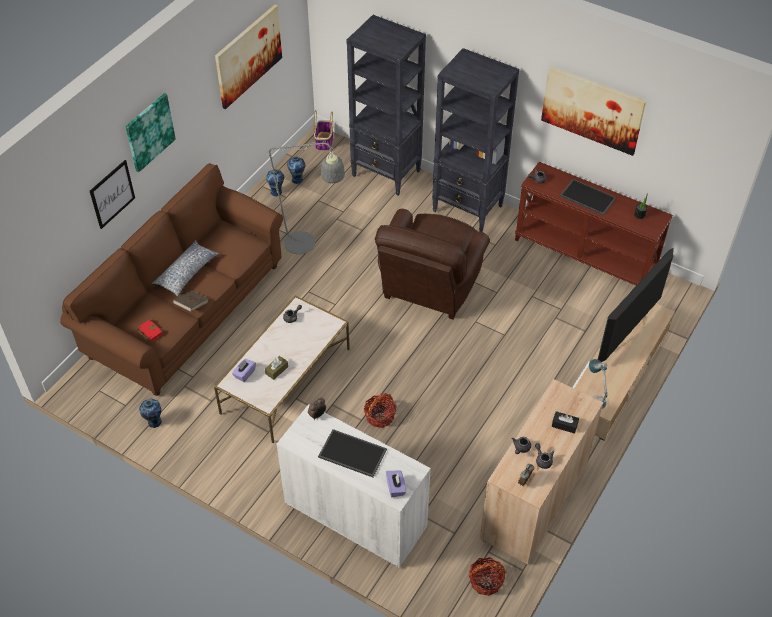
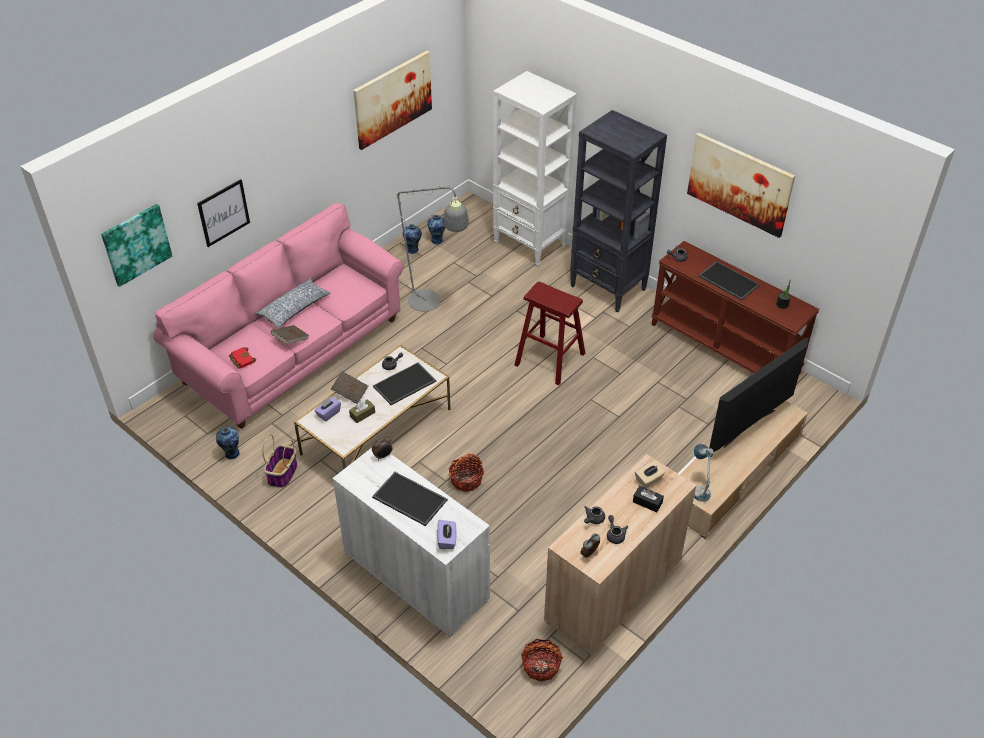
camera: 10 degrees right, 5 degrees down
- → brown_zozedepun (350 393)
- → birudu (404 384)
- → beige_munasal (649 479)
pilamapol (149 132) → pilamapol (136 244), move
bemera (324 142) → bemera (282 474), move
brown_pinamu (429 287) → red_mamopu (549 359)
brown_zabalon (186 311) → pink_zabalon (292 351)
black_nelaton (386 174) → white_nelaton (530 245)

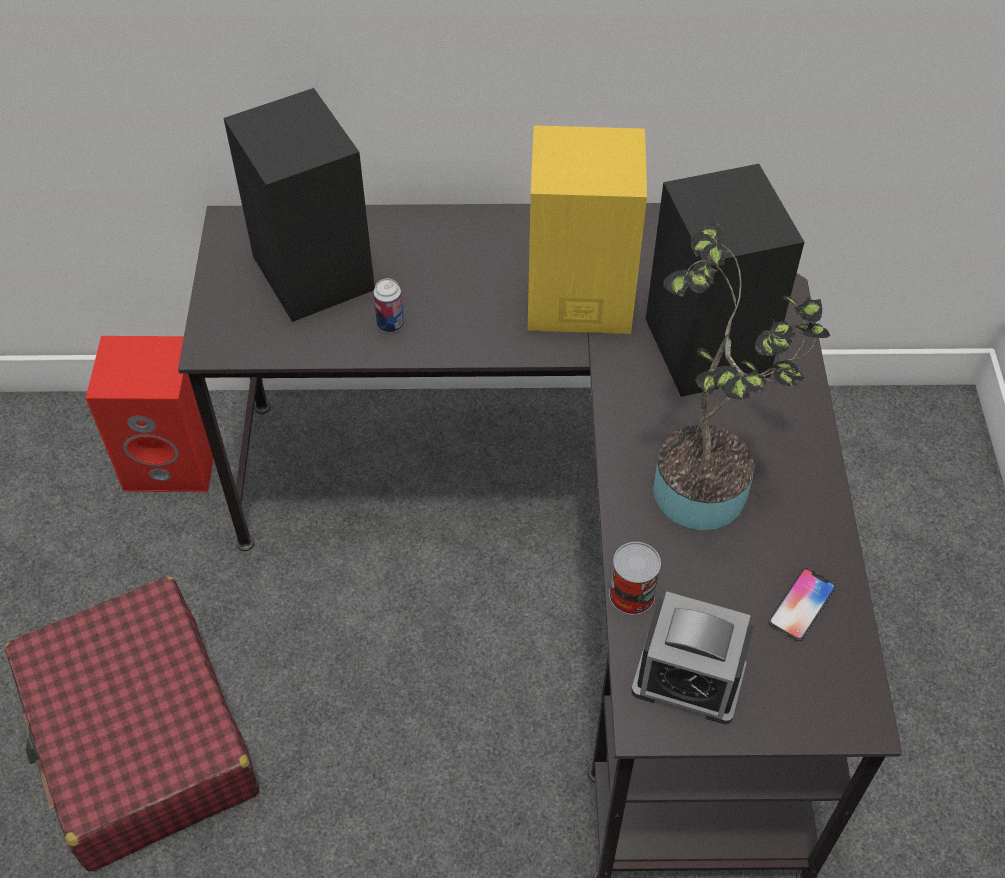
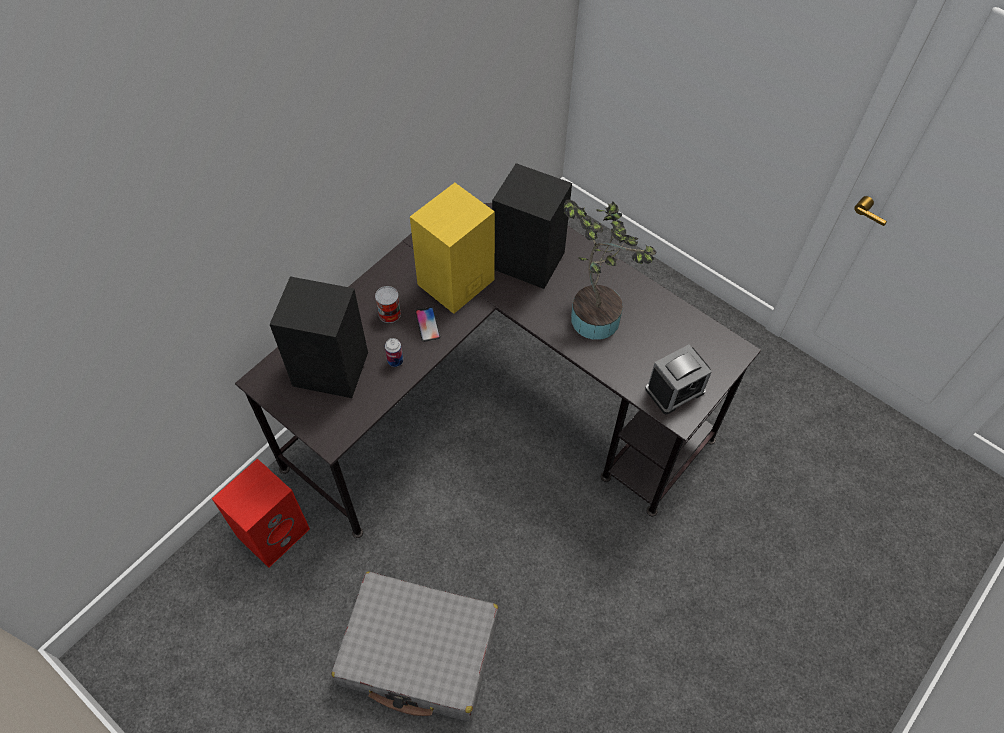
camera: 50 degrees left, 5 degrees up
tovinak (631 595) → tovinak (389 313), move
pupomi (801 605) → pupomi (427 325), move
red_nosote (140 737) → grey_nosote (420 652)

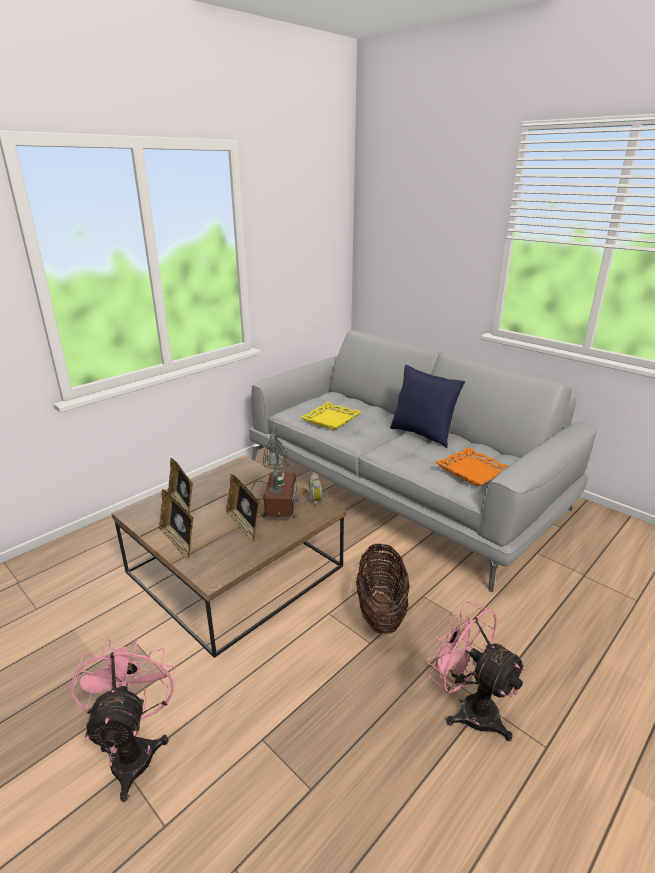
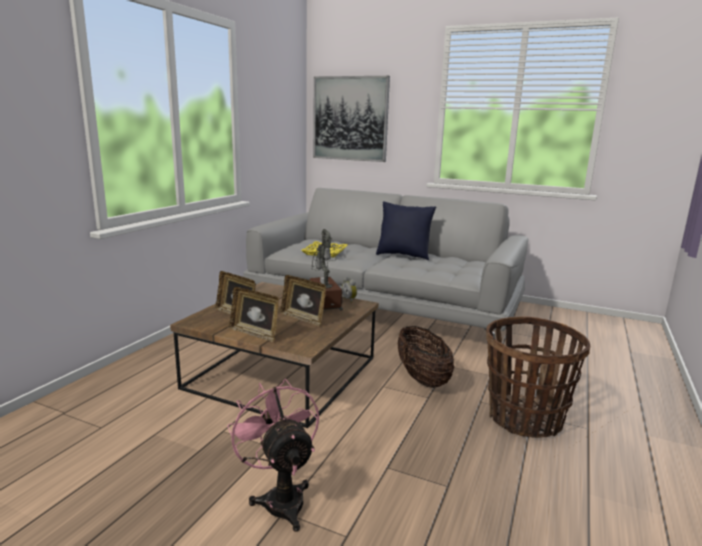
camera: 20 degrees left, 10 degrees down
orange_birudu (472 471) → -
- → pilamapol (350 119)
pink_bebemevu (469 708) → bemera (524 419)

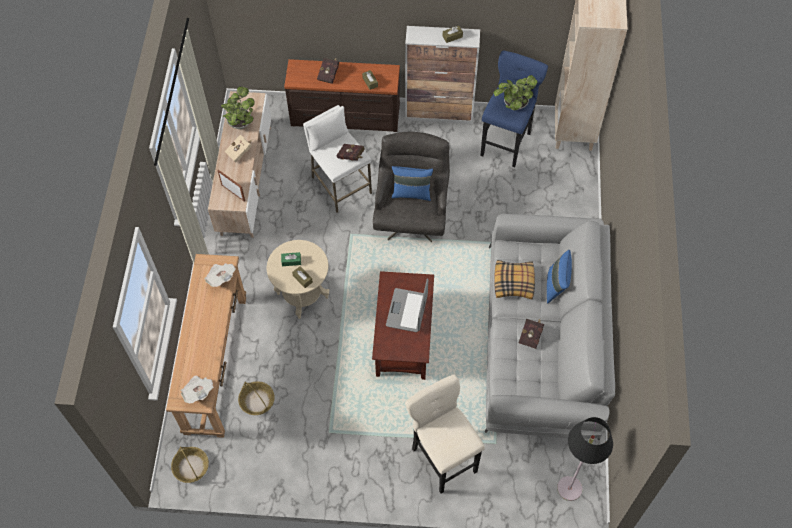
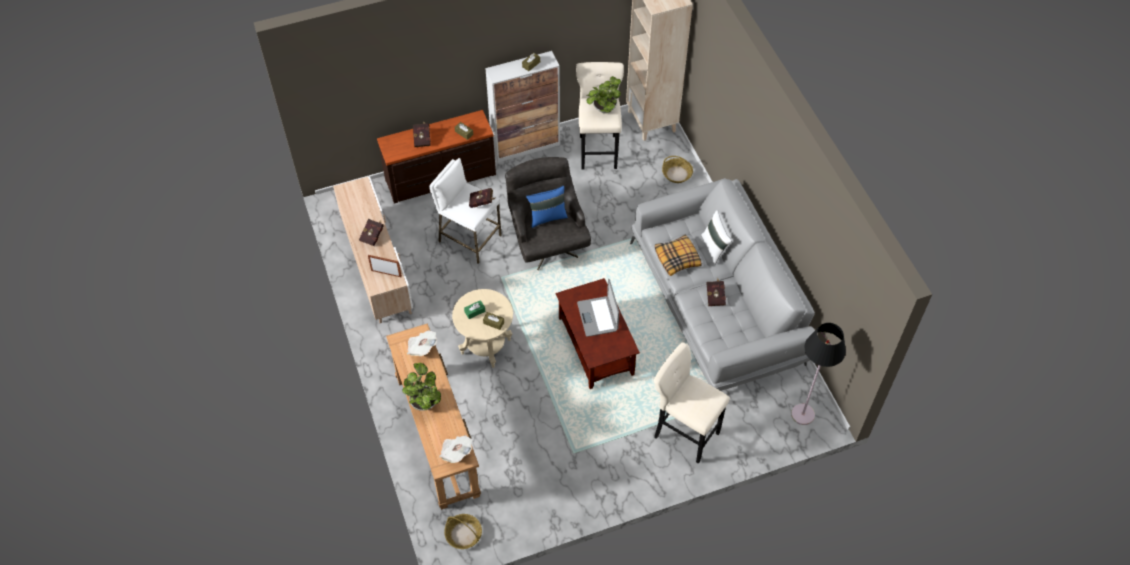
camera: 25 degrees left, 5 degrees down
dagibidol (240 122) → dagibidol (424 401), move
bemera (257 401) → bemera (677 174), move
beige_zozedepun (240 152) → red_zozedepun (373 235)
blue_mamopu (506 142) → beige_mamopu (598 150)
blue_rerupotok (556 286) → white_rerupotok (714 248)

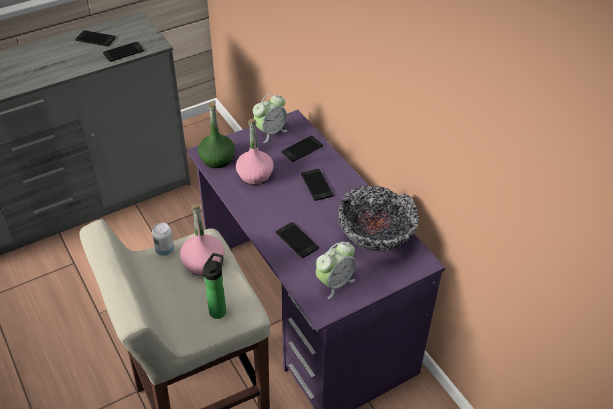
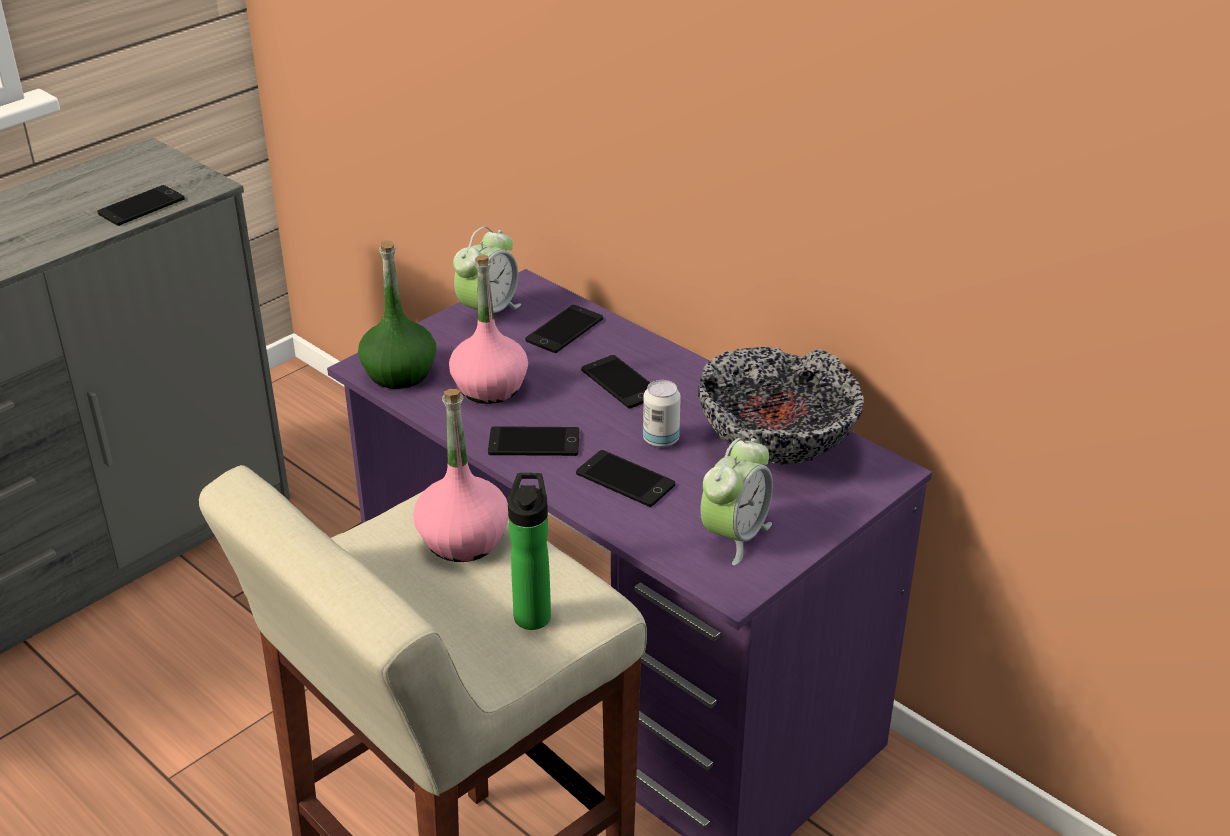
camera: 15 degrees left, 10 degrees down
pupomi (95 39) → pupomi (534 443), move
tovinak (165 250) → tovinak (661 440), move

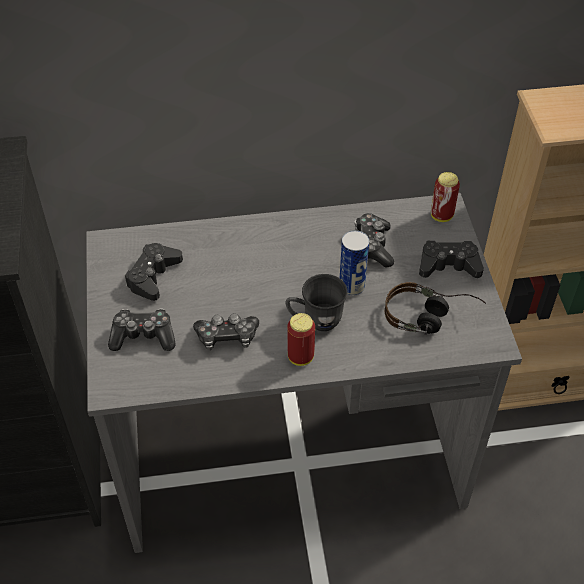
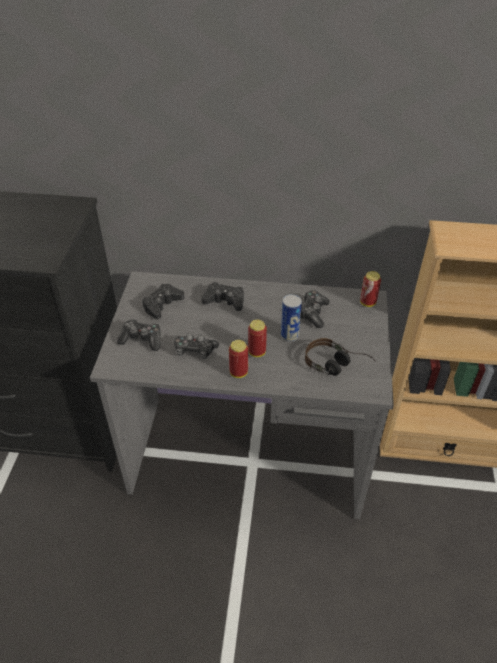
camera: 15 degrees right, 5 degrees down
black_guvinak (448 265) → black_guvinak (224 301), move
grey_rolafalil (315 321) → tovinak (257 352)

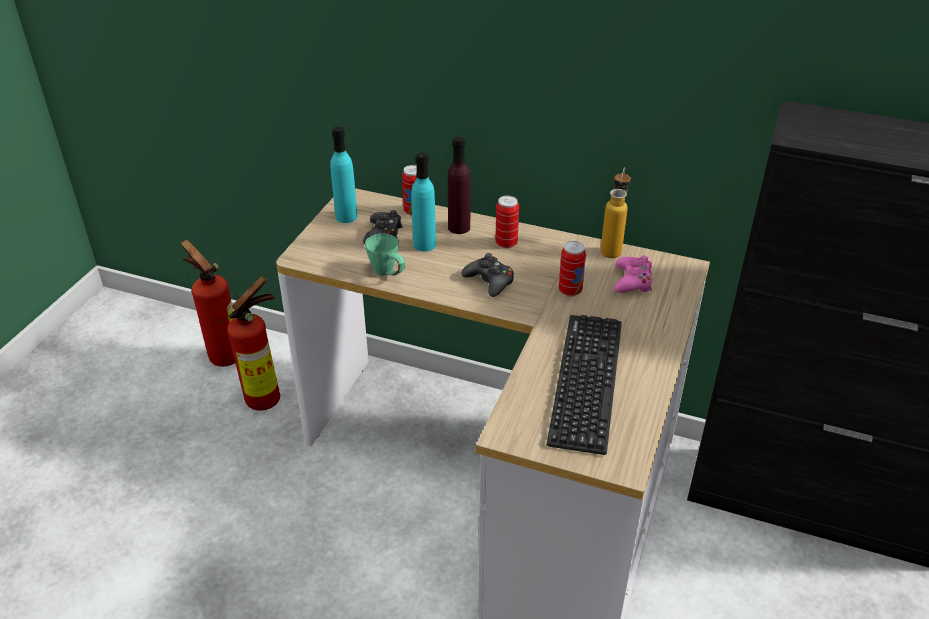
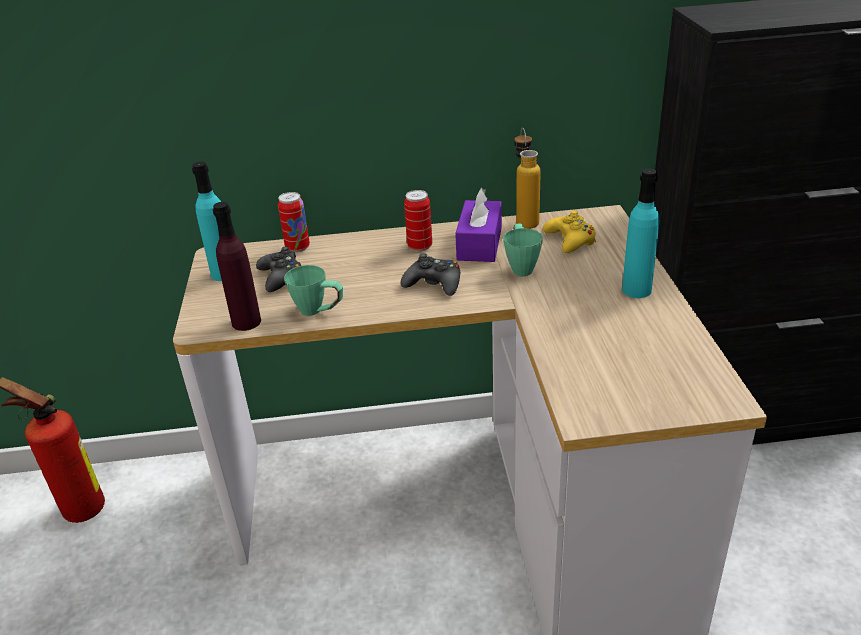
camera: 25 degrees left, 5 degrees down
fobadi (268 398) → -
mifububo (586 381) → -
- → purple_munasal (479 243)
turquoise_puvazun (424 244) → turquoise_puvazun (636 290), move
purple_puvazun (459 227) → purple_puvazun (246 322), move
tovinak (570 291) → green_rolafalil (521 266)
pink_guvinak (632 281) → yellow_guvinak (570 240)

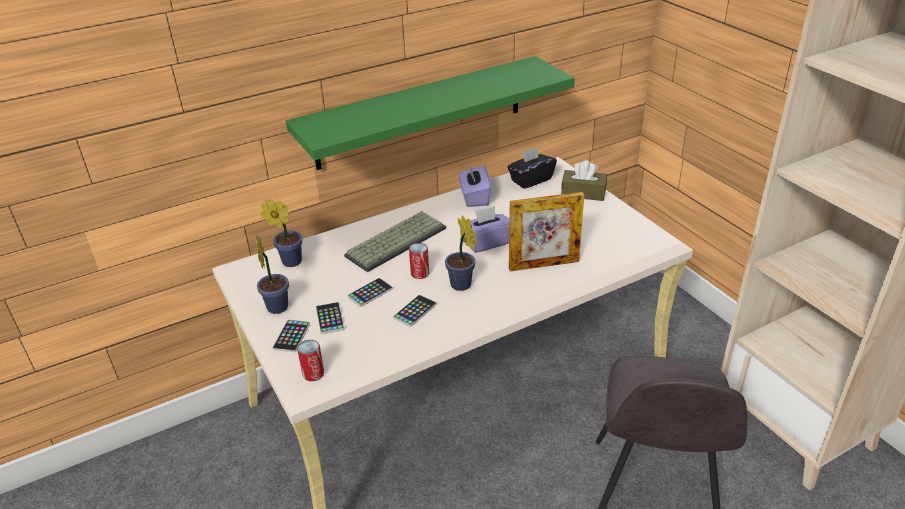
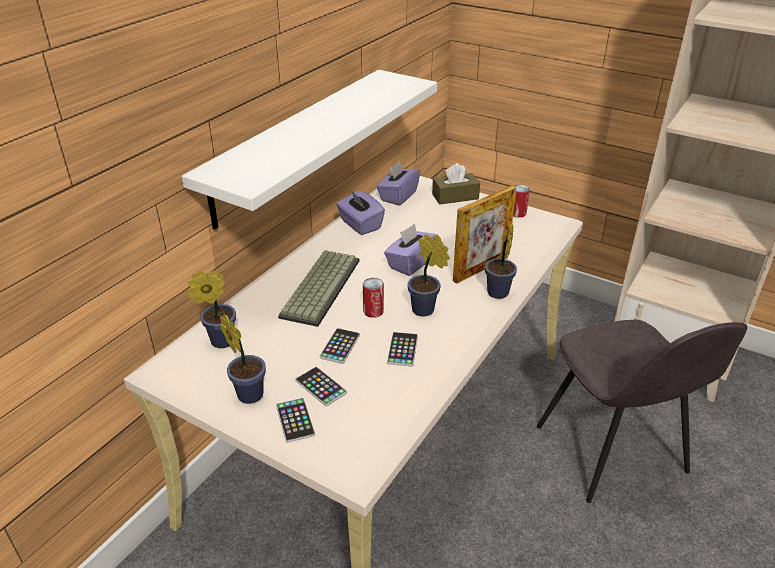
camera: 30 degrees left, 0 degrees up
- → dagibidol (497 294)
tovinak (313 374) → tovinak (518 213), move
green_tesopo (420 112) → white_tesopo (297 144)
black_munasal (531 180) → purple_munasal (398 196)

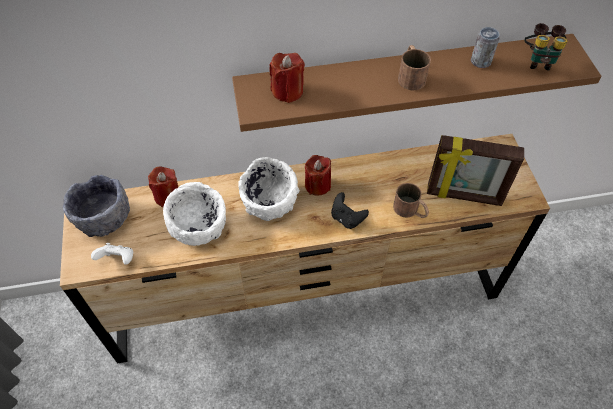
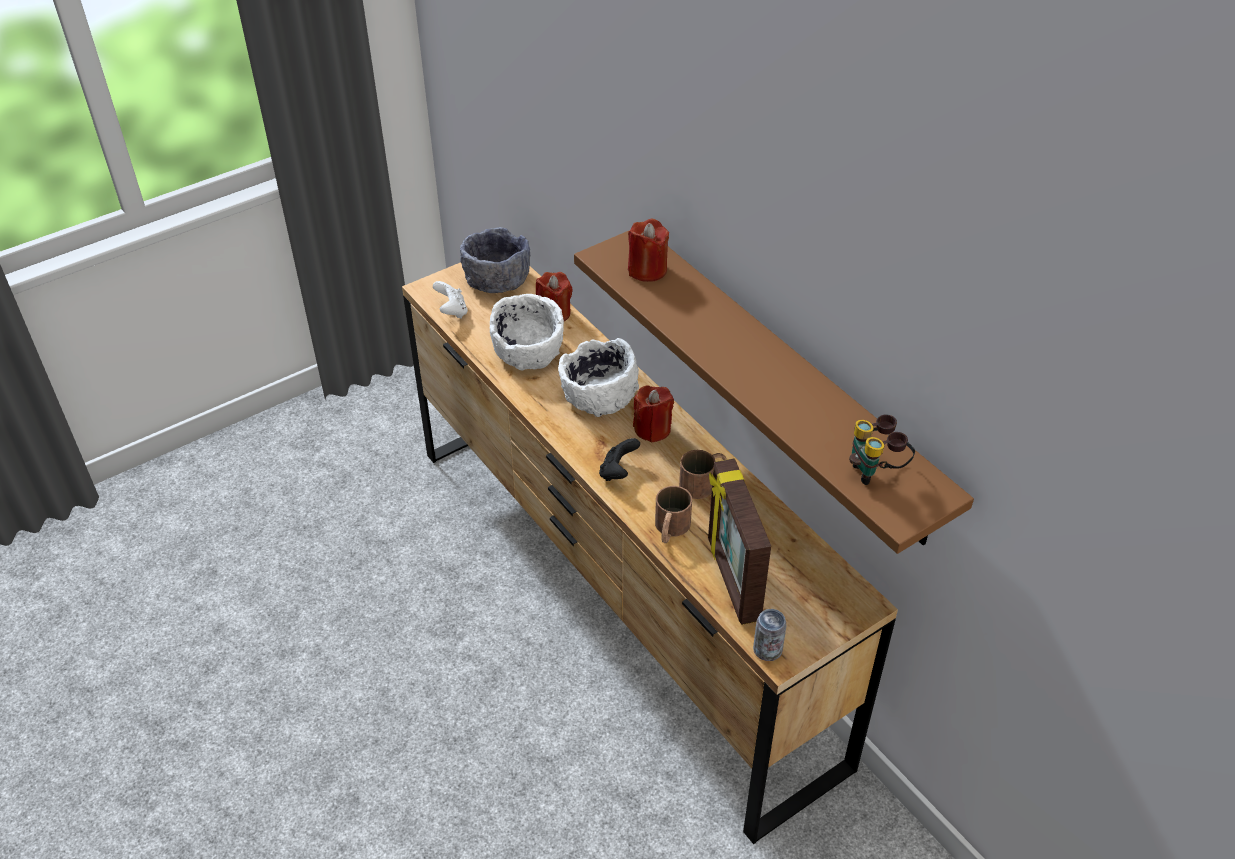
camera: 65 degrees right, 10 degrees down
brown_rolafalil (410 75) → brown_rolafalil (704 482), move
tovinak (480 62) → tovinak (767 650), move

